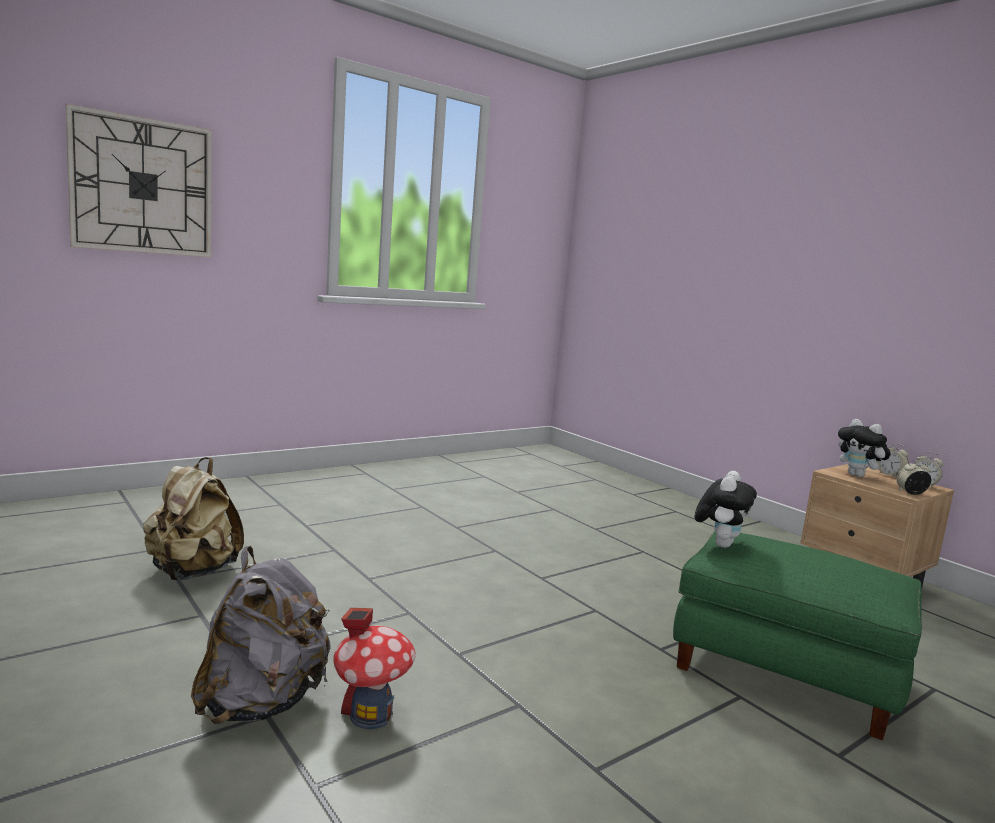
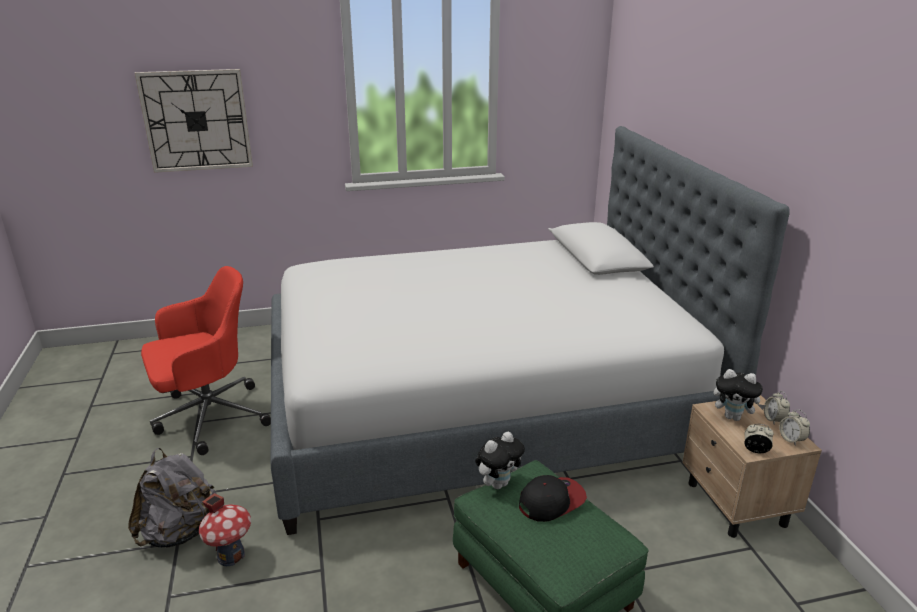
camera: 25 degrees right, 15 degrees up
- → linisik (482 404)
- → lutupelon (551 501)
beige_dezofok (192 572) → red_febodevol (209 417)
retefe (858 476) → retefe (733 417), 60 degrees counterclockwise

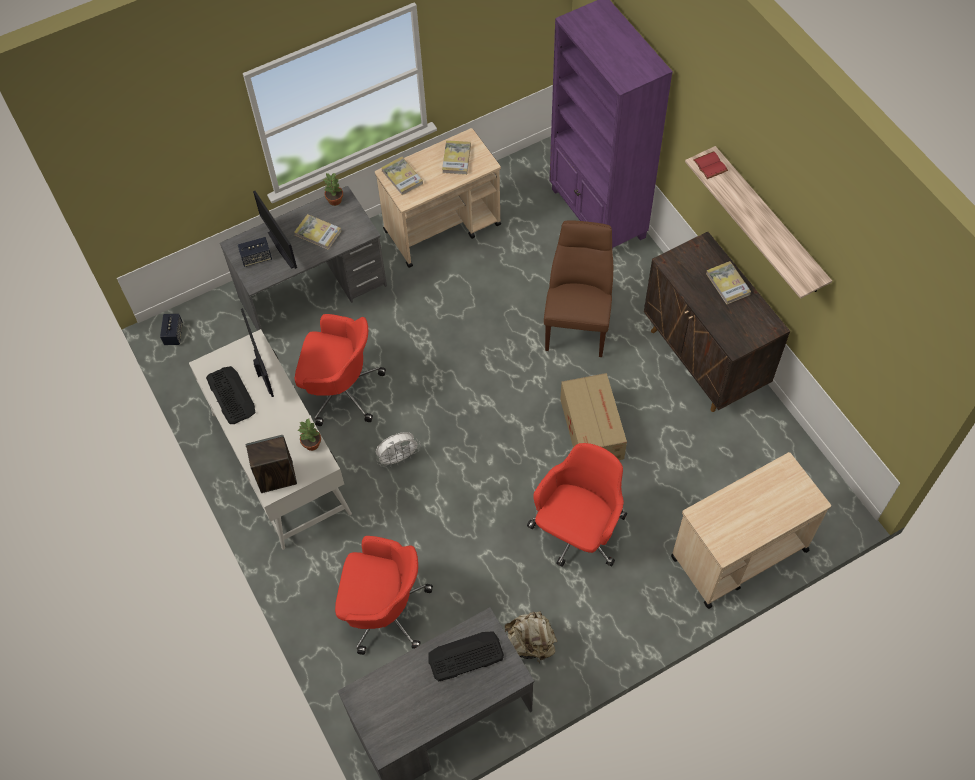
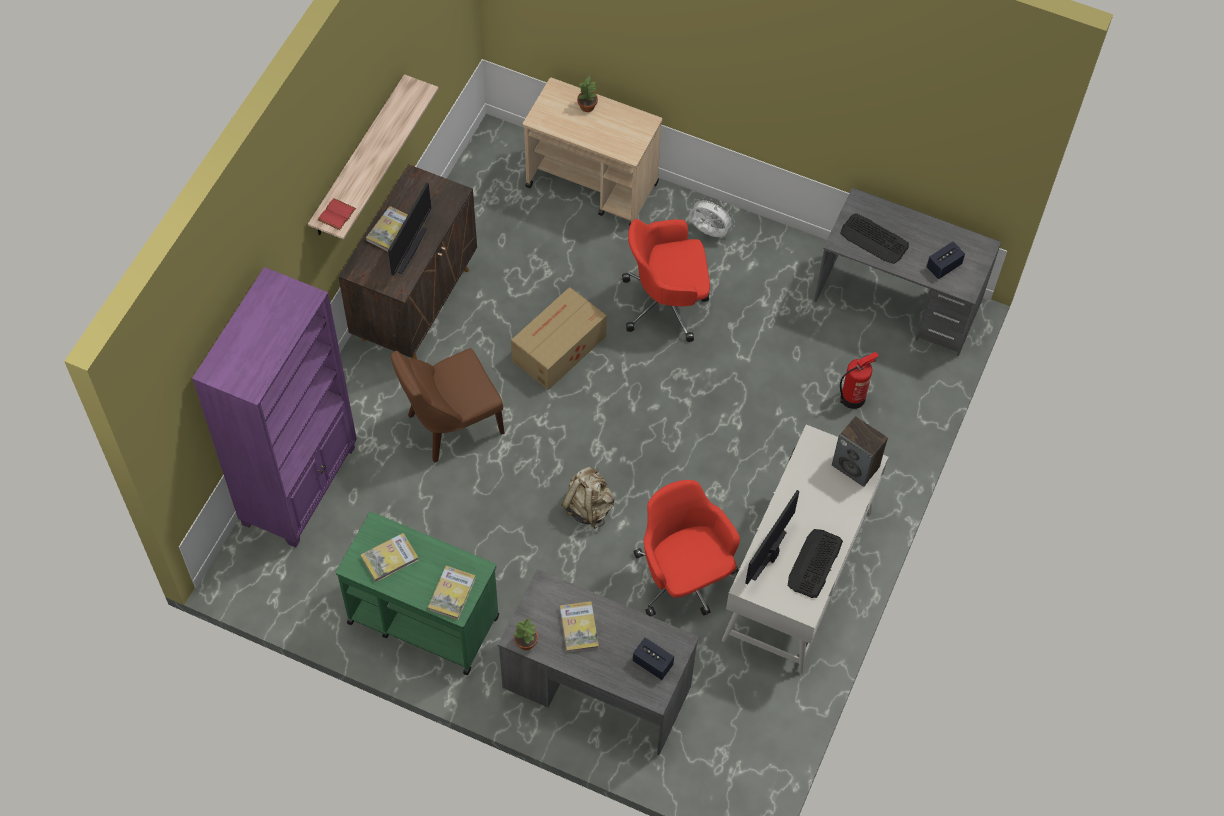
camera: 130 degrees left, 0 degrees up
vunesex (173 334) → vunesex (943 266), move
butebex (282 249) → butebex (410 250), move
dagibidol (312 443) → dagibidol (587 106), move
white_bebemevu (398 458) → white_bebemevu (708 232), move
beige_dezofok (531 643) → beige_dezofok (588 507), move
red_febodevol (384 610) → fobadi (853 397)
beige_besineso (443 227) → green_besineso (422 619)

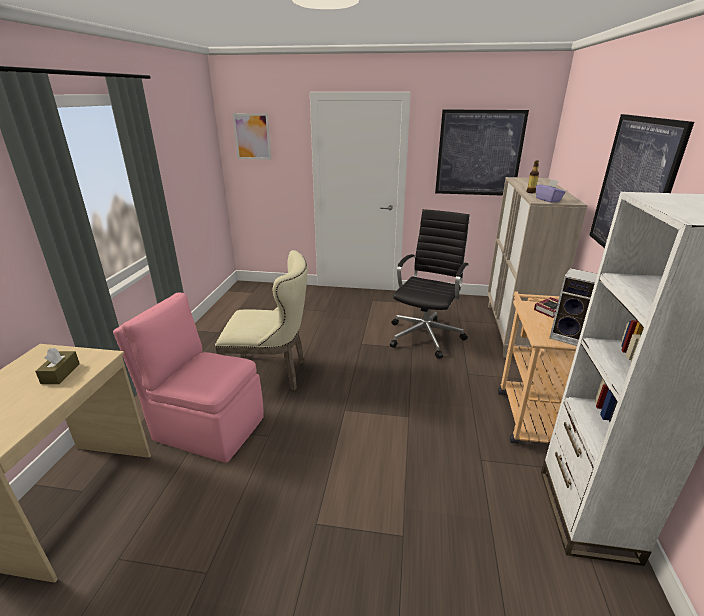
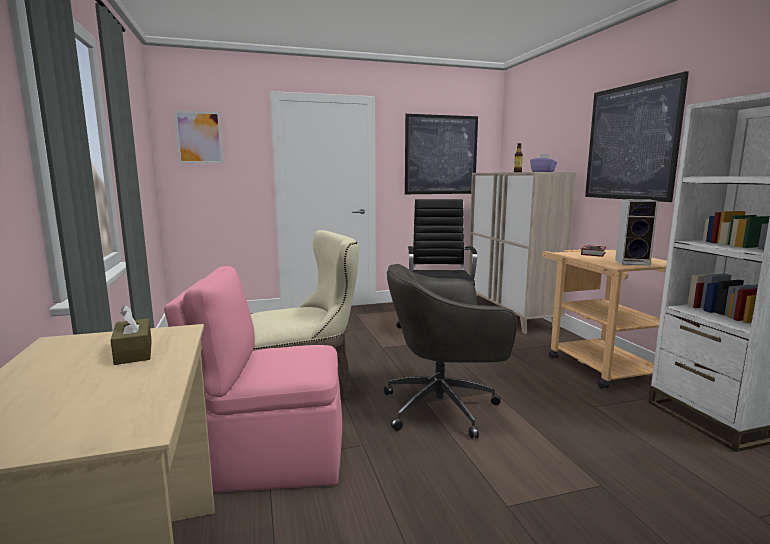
camera: 25 degrees left, 15 degrees down
- → grey_febodevol (443 407)

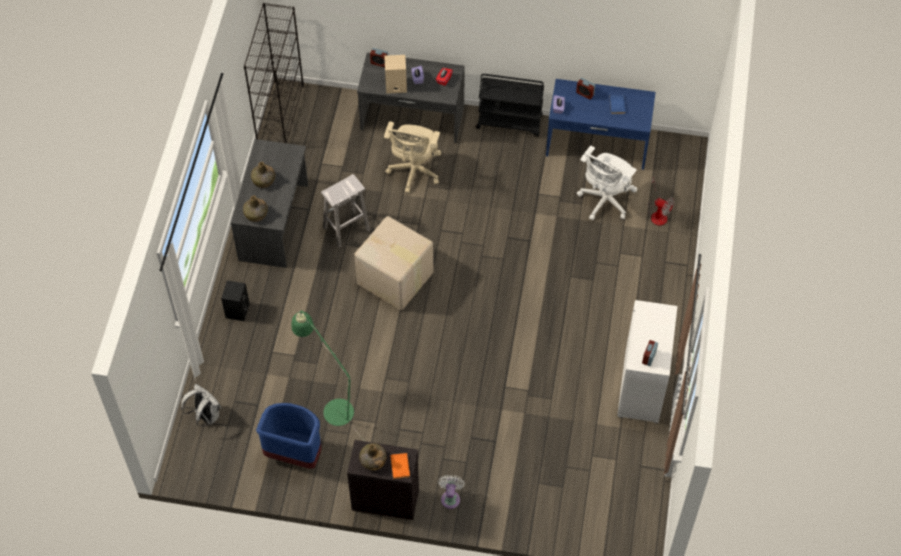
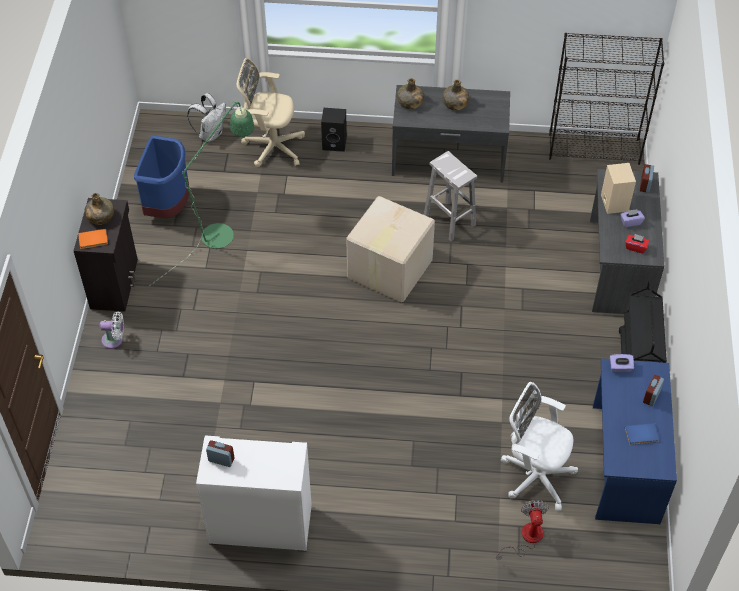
camera: 85 degrees right, 5 degrees down
beige_febodevol (414 171) → beige_febodevol (271 147), move
bebemevu (658 213) → bebemevu (526 538), 150 degrees clockwise

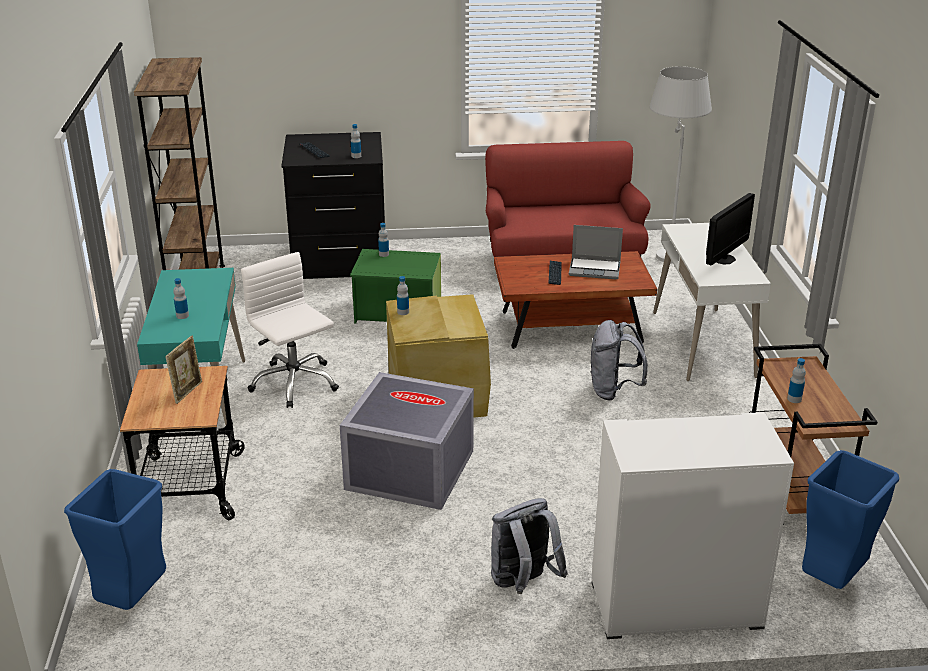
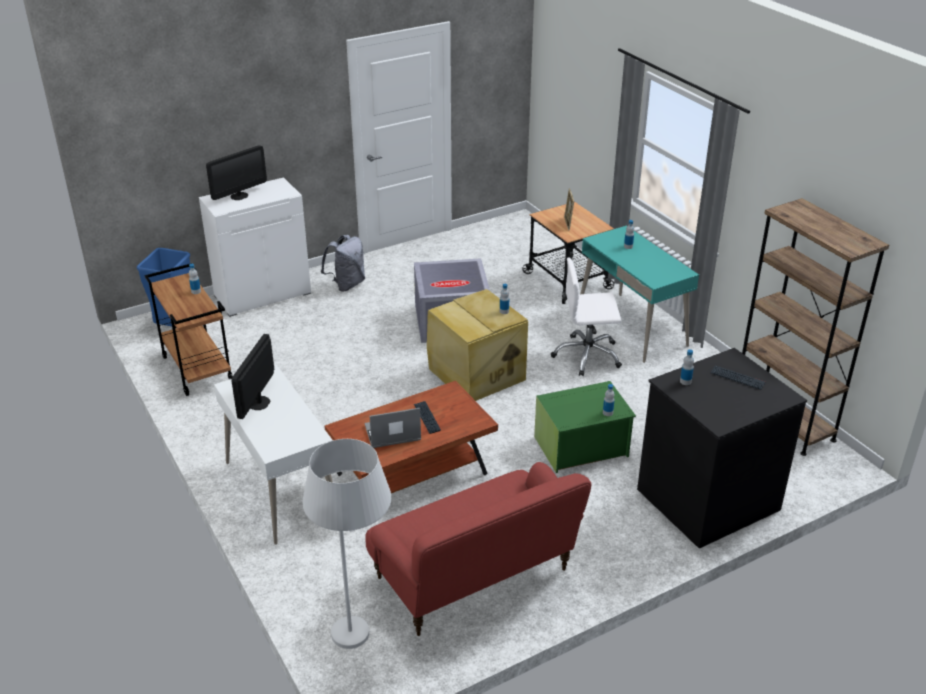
camera: 155 degrees right, 5 degrees up
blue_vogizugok (134 600) → -
grey_dezofok (613 391) → -
- → butebex (239 196)
white_febodevol (294 383) → white_febodevol (587 356), 150 degrees clockwise

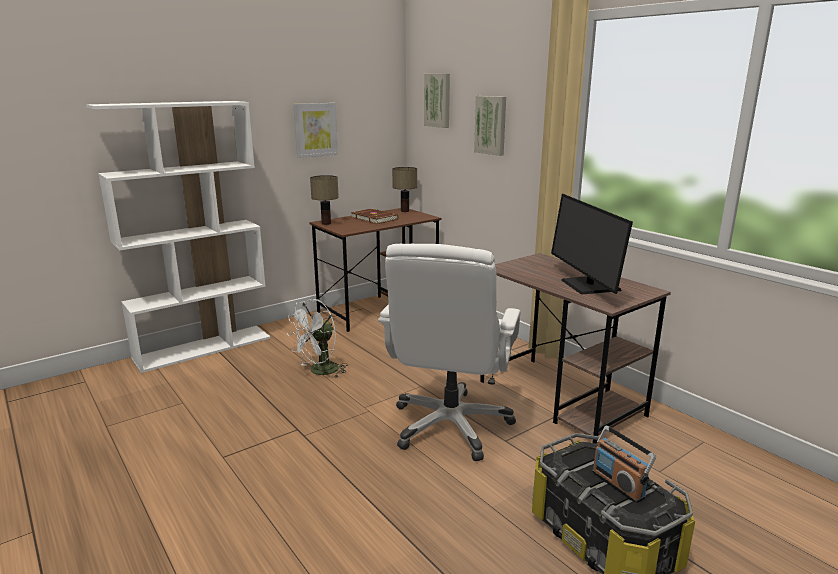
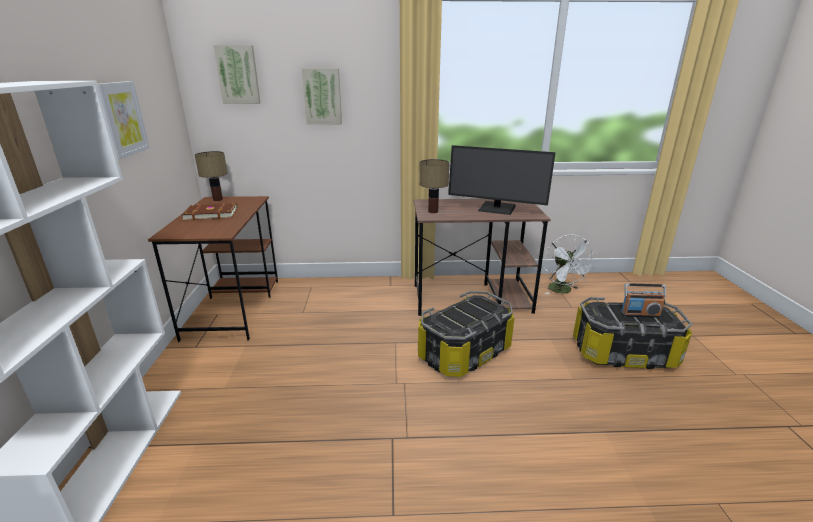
camera: 55 degrees left, 5 degrees up
white_bebemevu (319 372) → white_bebemevu (563 291), move
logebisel (326 223) → logebisel (432 211), move
white_febodevol (450 426) → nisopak (465 353)

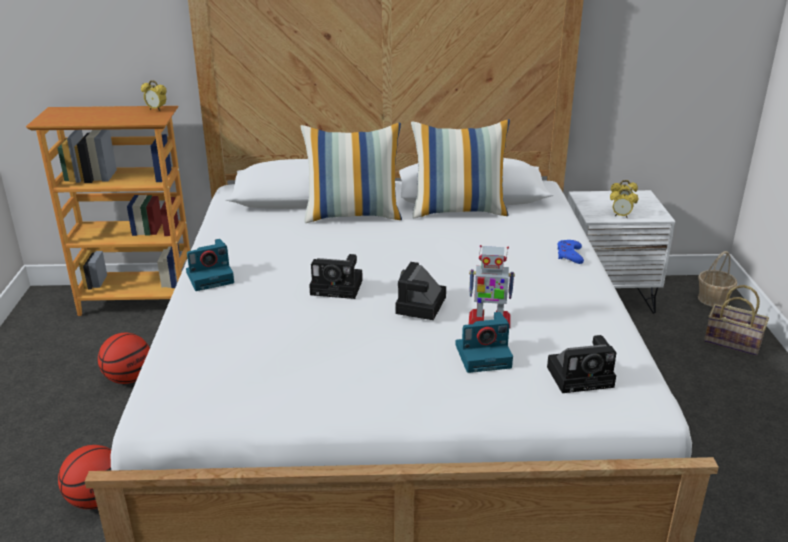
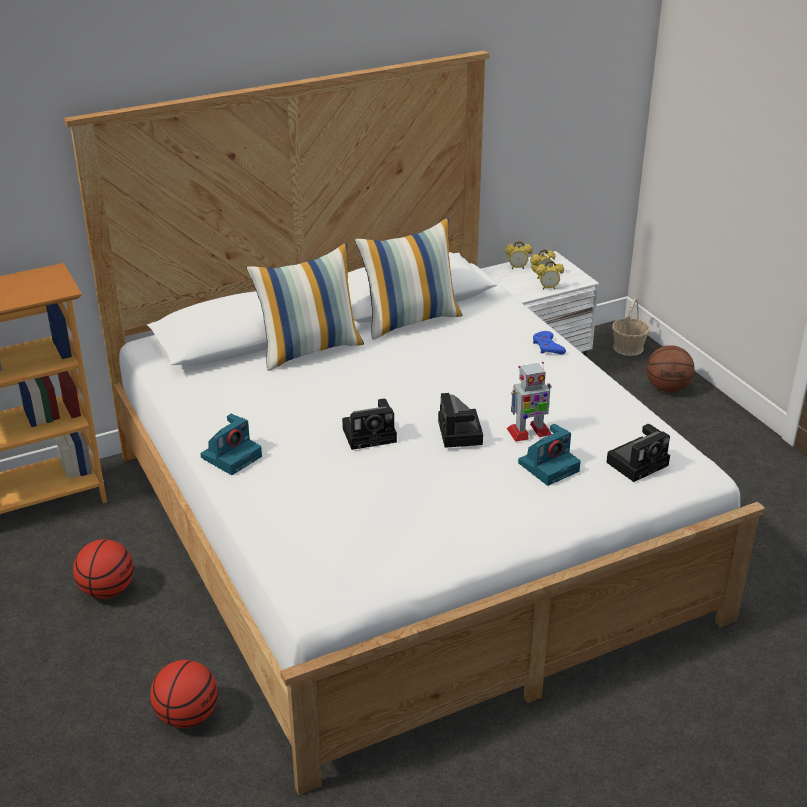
camera: 25 degrees left, 5 degrees up
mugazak (156 110) → mugazak (517 268), move
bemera (734 342) → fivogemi (667 388)

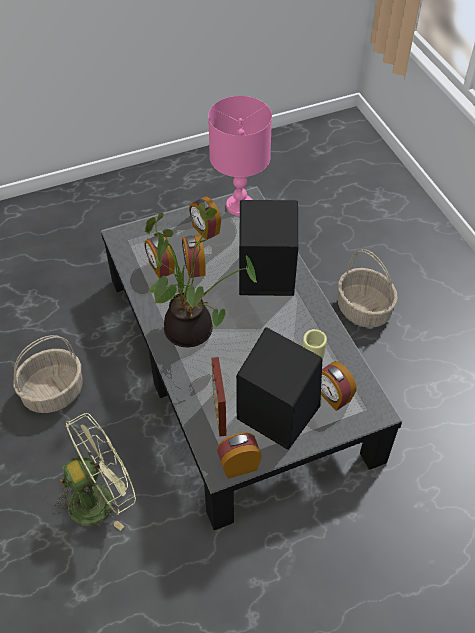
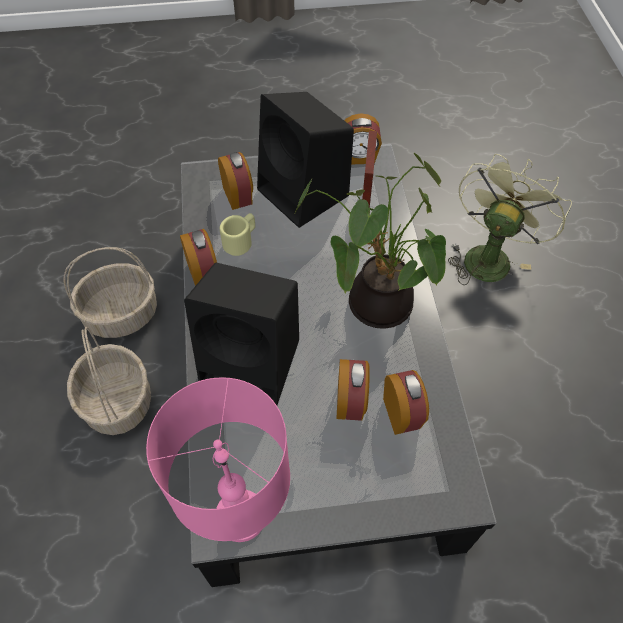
camera: 165 degrees left, 5 degrees up
bemera (54 392) → bemera (121 315), move
mugazak (205 230) → mugazak (203 273), move
green_bebemevu (100 498) → green_bebemevu (489 255), 135 degrees clockwise

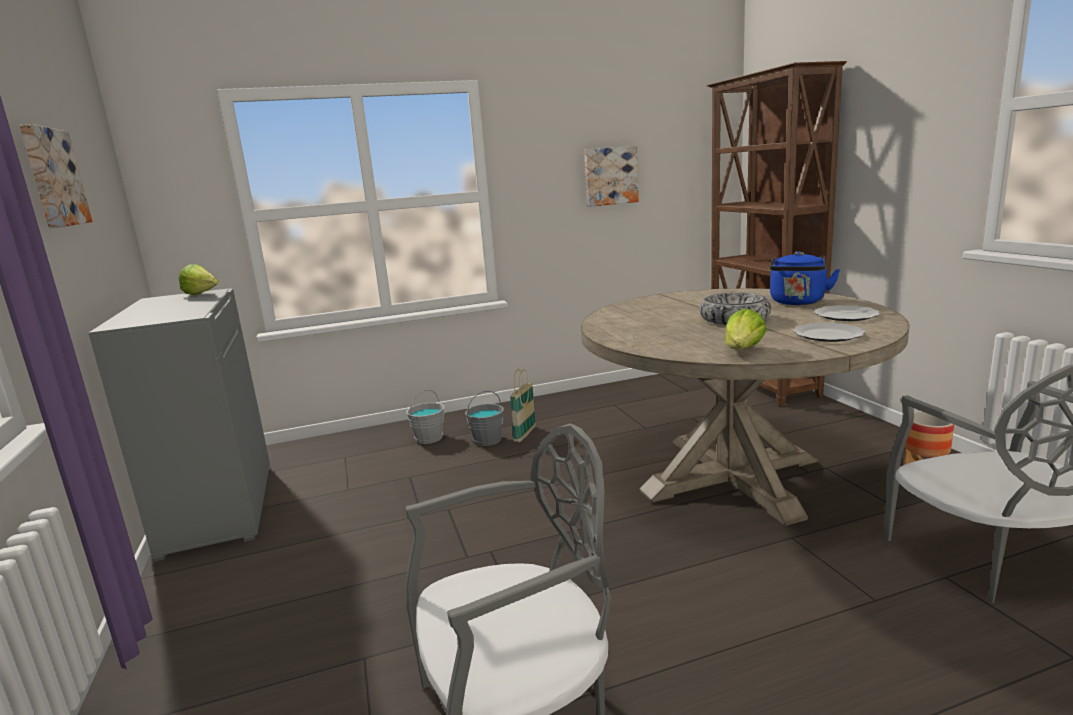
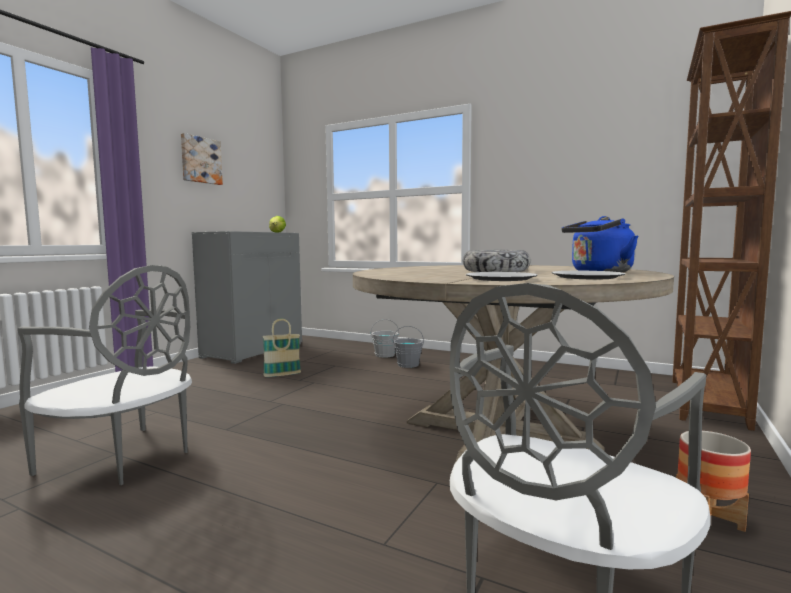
camera: 45 degrees right, 10 degrees down
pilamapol (610 176) → -
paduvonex (743 351) → -
bemera (525 434) → bemera (282 375), move

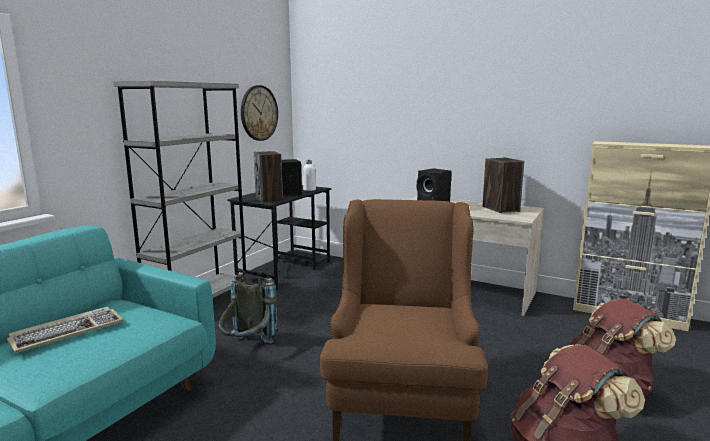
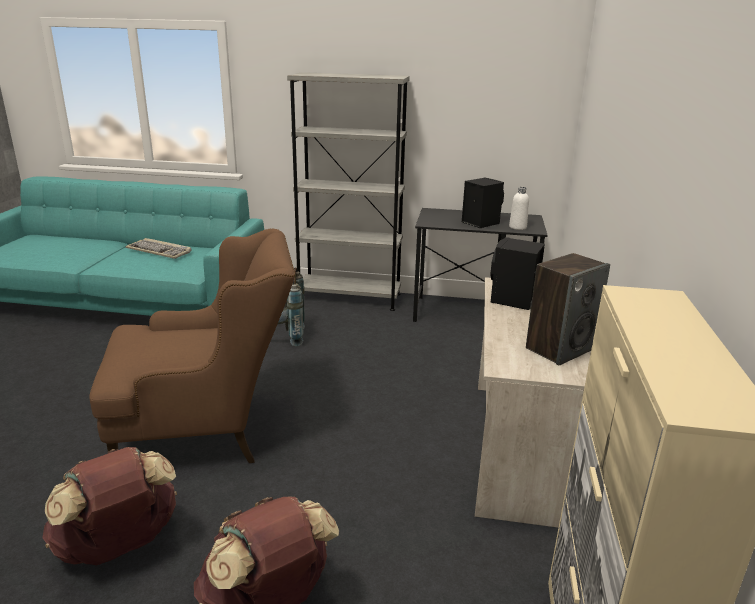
camera: 70 degrees right, 10 degrees up
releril (259 113) → -
vunesex (269 199) → -

